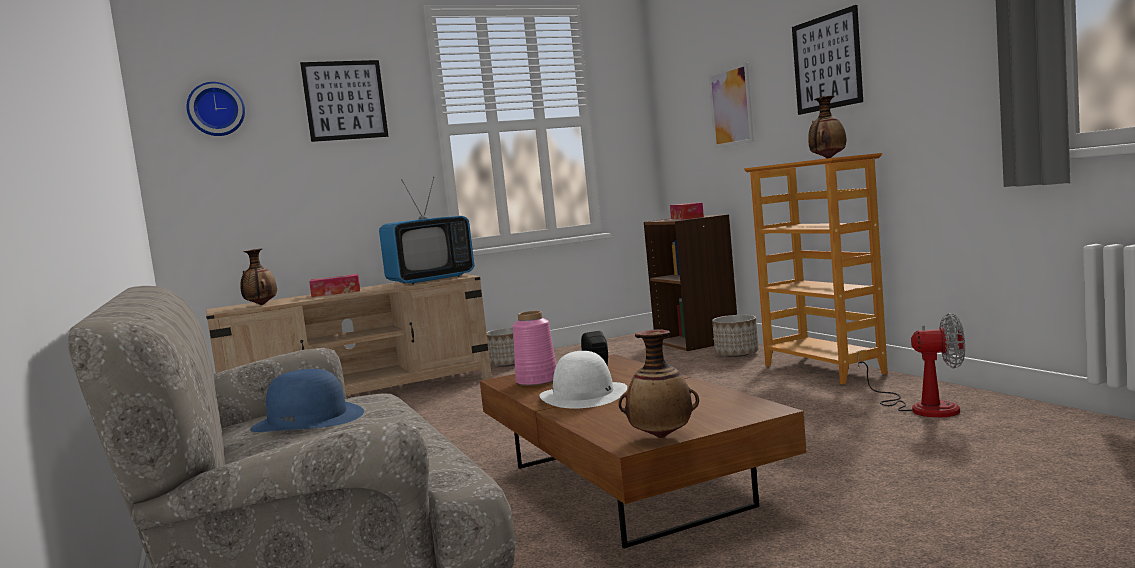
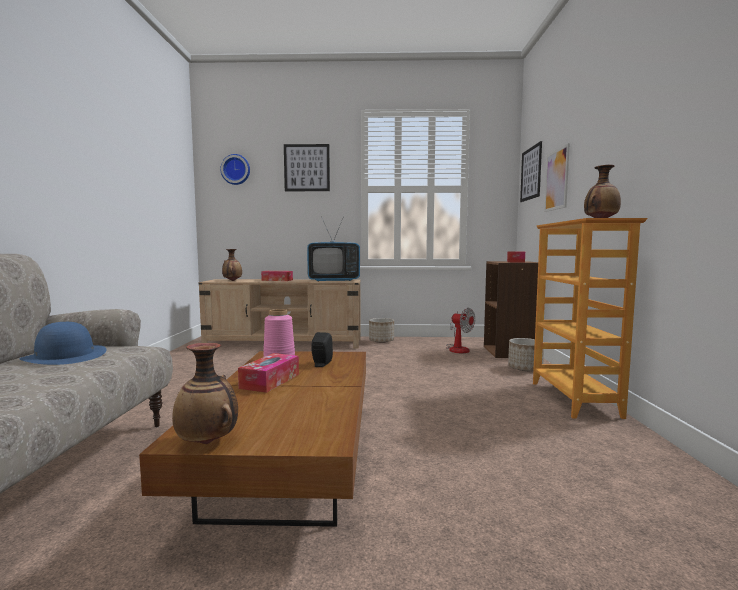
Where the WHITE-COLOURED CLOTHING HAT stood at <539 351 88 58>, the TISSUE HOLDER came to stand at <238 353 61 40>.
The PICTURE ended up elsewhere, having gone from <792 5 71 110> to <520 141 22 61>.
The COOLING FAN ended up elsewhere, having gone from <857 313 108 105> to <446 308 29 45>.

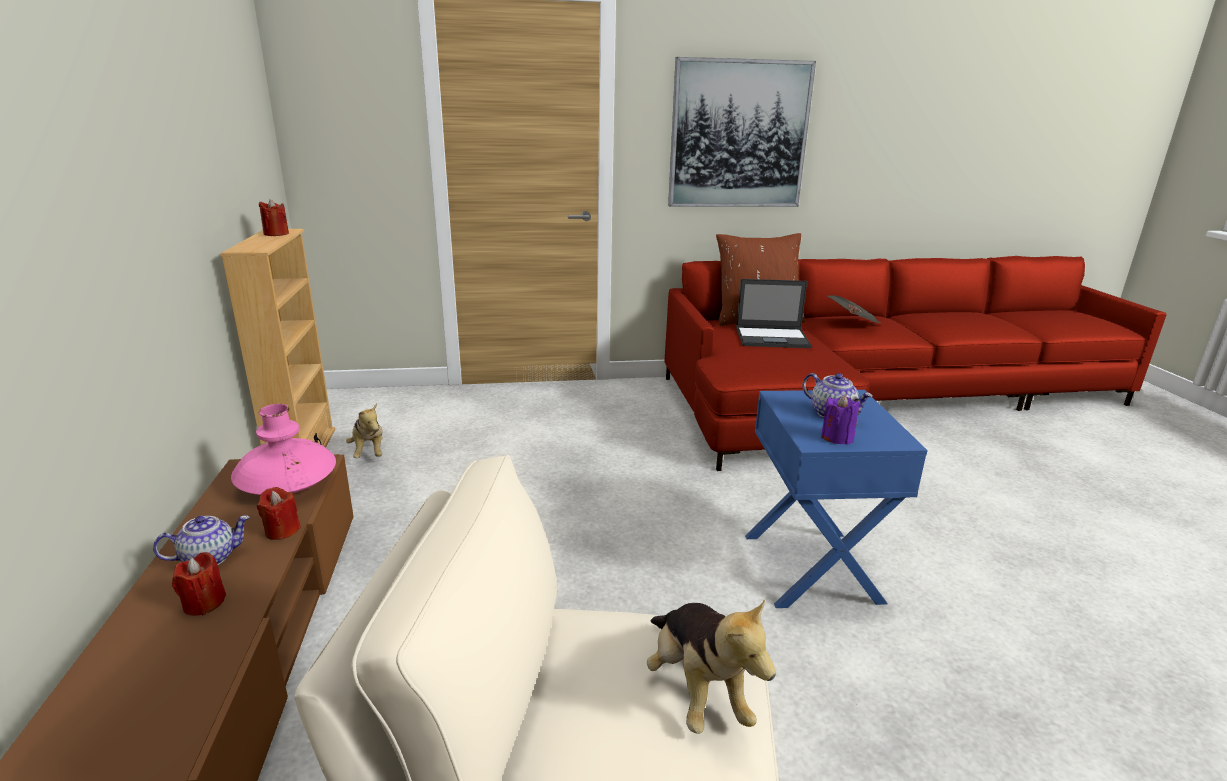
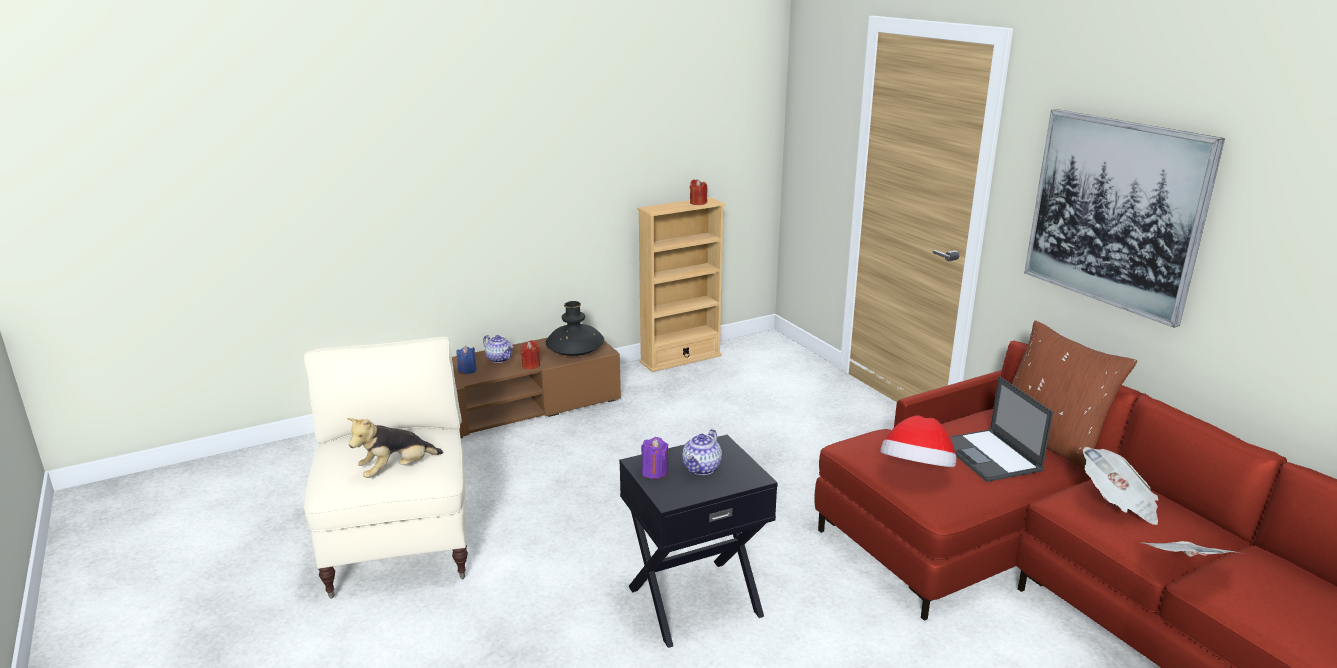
What was the RED CANDLE at <172 552 54 64> turned into the BLUE-COLOURED CANDLE at <456 346 21 28>.
What was the PINK-COLOURED FLOWER VASE at <231 404 105 91> turned into the BLACK-COLOURED FLOWER VASE at <546 301 58 55>.
The second view lost the CUDDLY TOY at <346 403 37 55>.
What was the BLUE-COLOURED SIDE TABLE at <745 390 183 218> turned into the BLACK-COLOURED SIDE TABLE at <619 435 159 213>.
The second view gained the CLOTHING HAT at <880 415 76 52>.
The second view gained the PRINTED PAPER at <1141 541 103 16>.

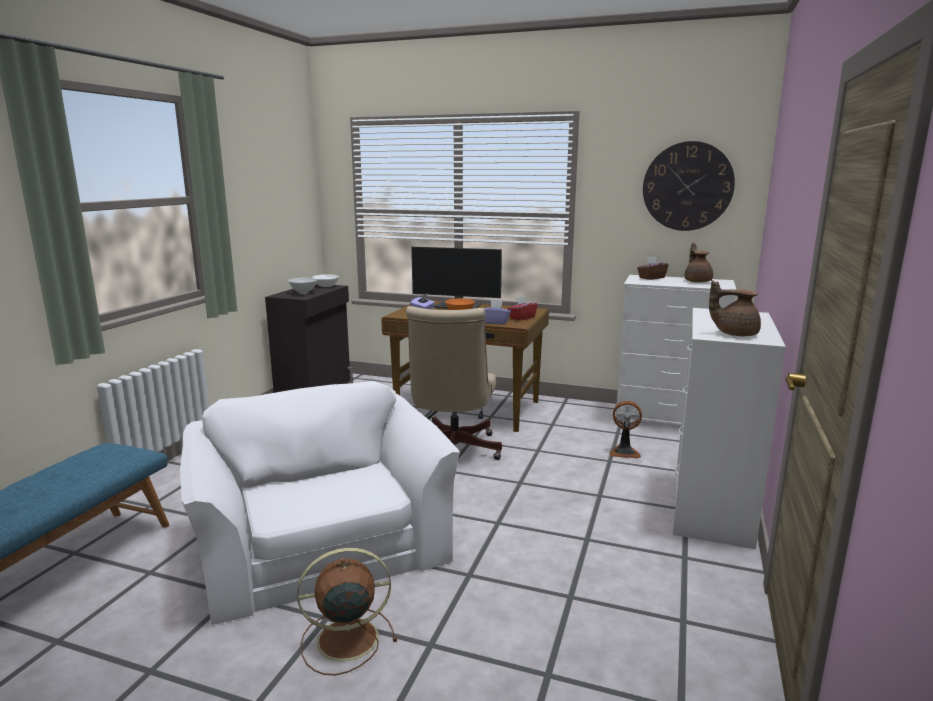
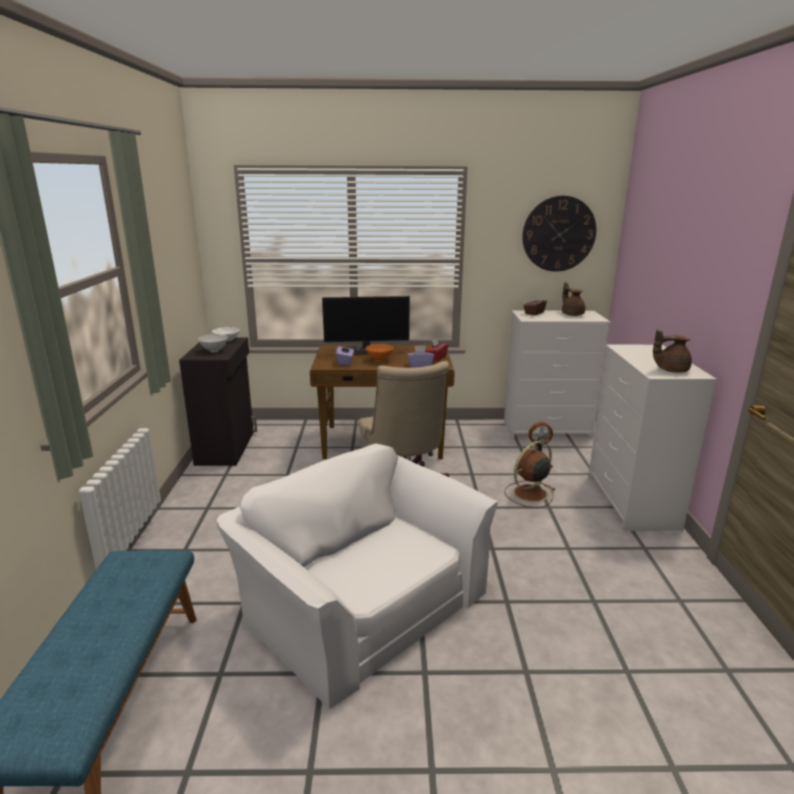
The BROWNISH COOLING FAN ended up elsewhere, having gone from <297 548 100 127> to <504 441 52 67>.

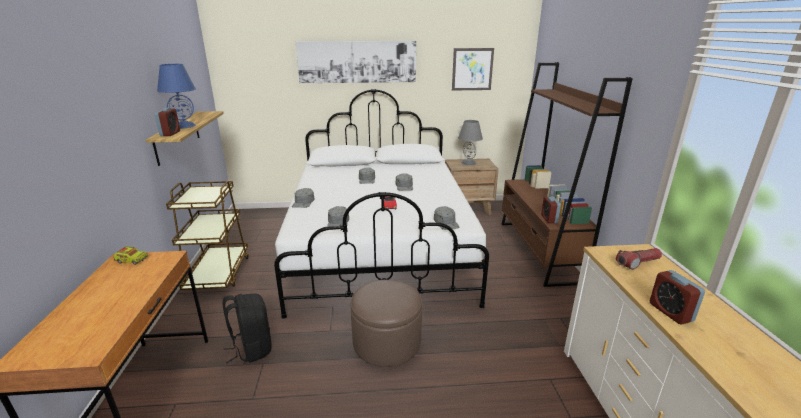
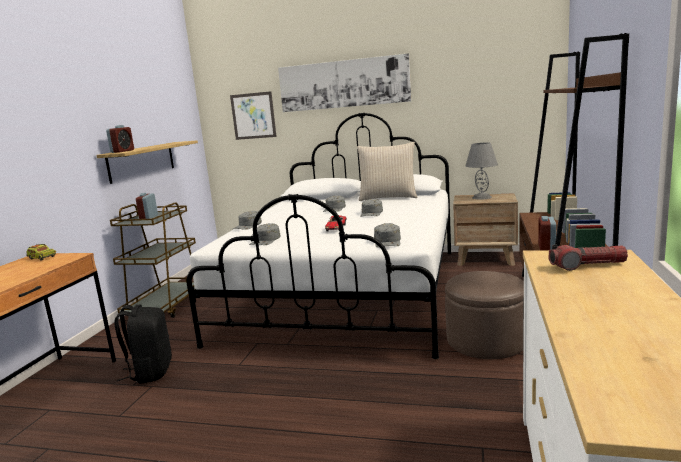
The second view lost the BLUE-COLOURED LAMP FOR A TABLE at <157 64 39 65>.
The BROWNISH FOOTREST ended up elsewhere, having gone from <351 280 71 87> to <445 271 79 88>.
The PICTURE ended up elsewhere, having gone from <452 48 42 42> to <230 91 47 49>.
The TABLE CLOCK ended up elsewhere, having gone from <650 270 55 55> to <136 193 22 26>.
The second view gained the SAND-COLOURED THROW PILLOW at <357 142 61 59>.

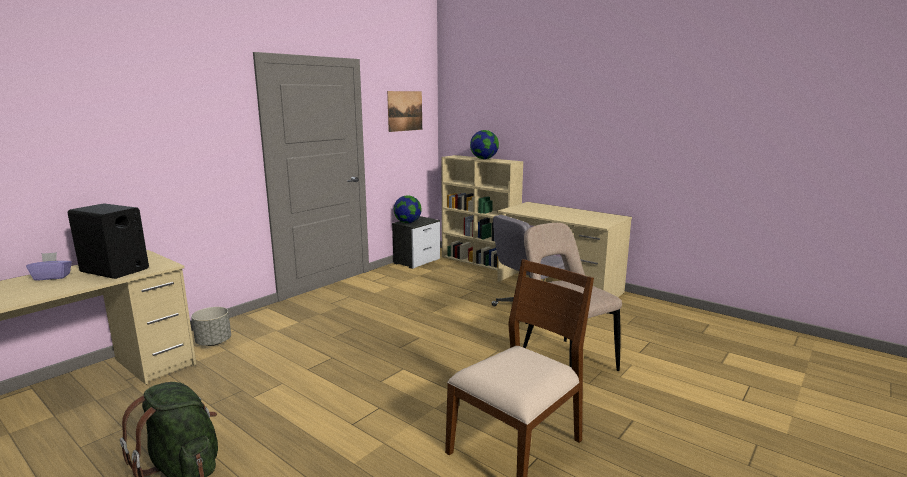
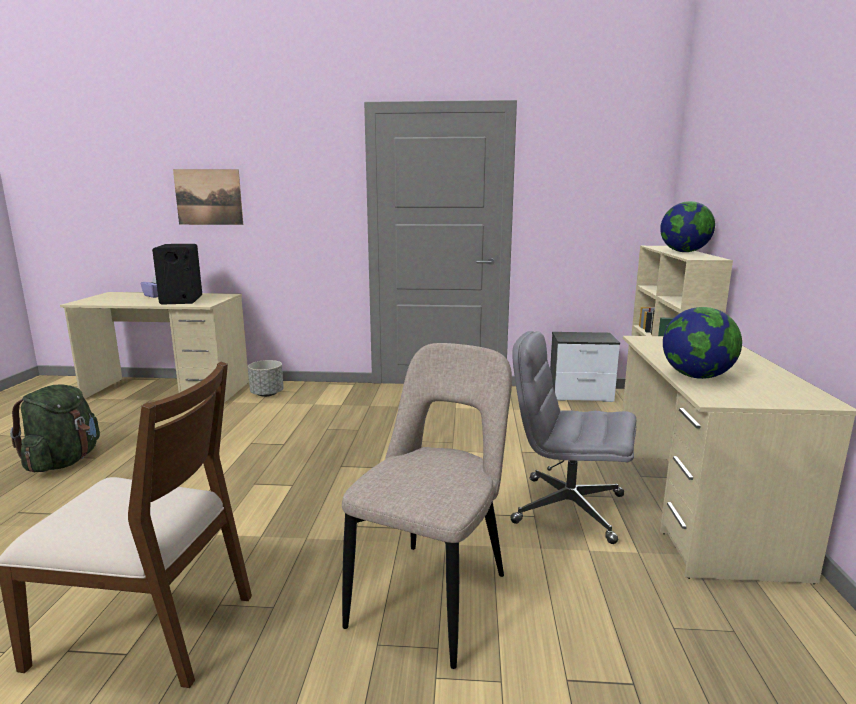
The PICTURE ended up elsewhere, having gone from <387 91 35 41> to <173 169 70 56>.
The DESK GLOBE ended up elsewhere, having gone from <394 195 28 28> to <663 307 79 72>.

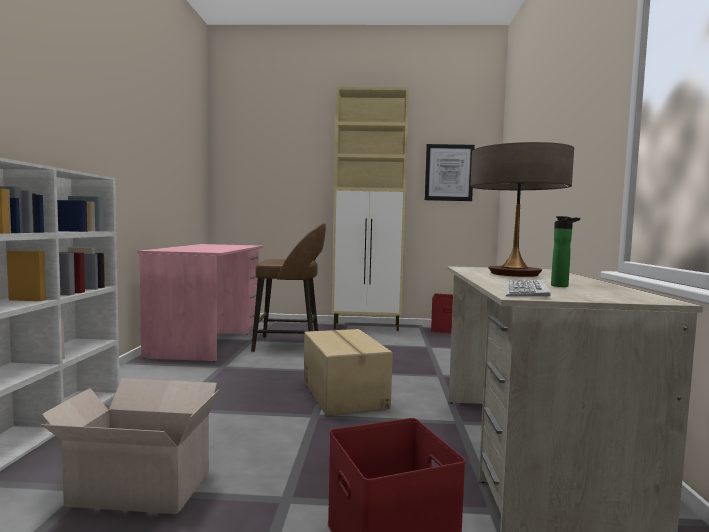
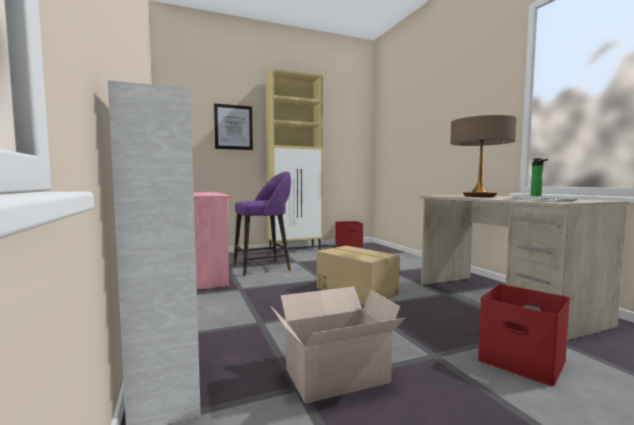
What was the BROWNISH SITTING STOOL at <251 223 75 129> turned into the PURPLISH SITTING STOOL at <233 172 58 104>.
The PICTURE ended up elsewhere, having gone from <425 144 50 57> to <214 103 39 47>.

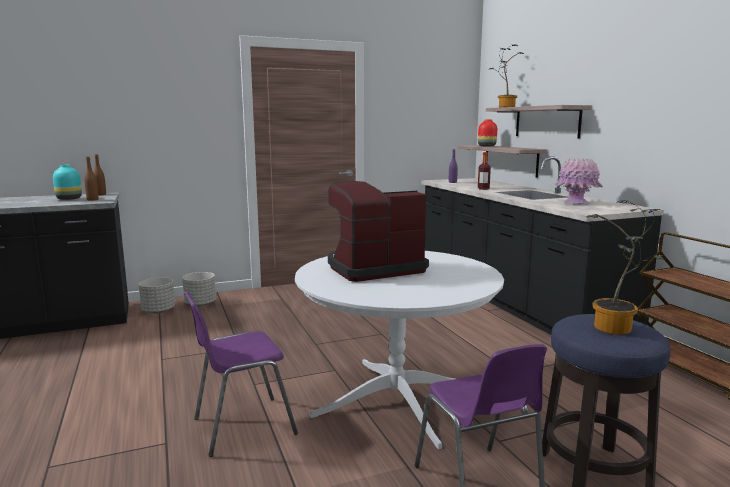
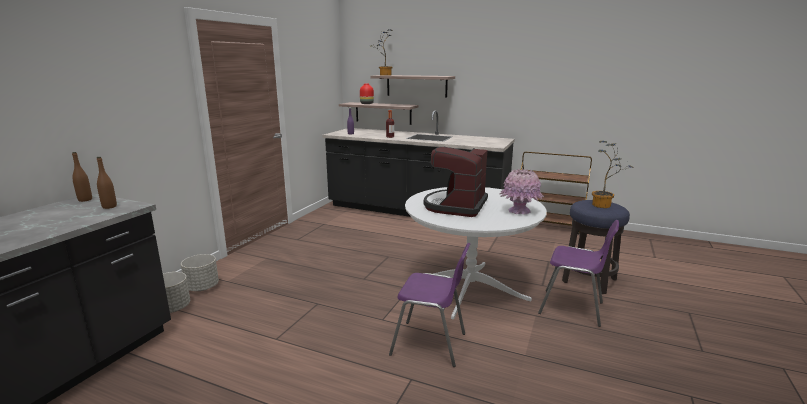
The second view lost the TURQUOISE FLOWER VASE at <53 165 29 35>.
The PURPLISH PLAIN CHAIR at <184 291 114 166> ended up facing another way, 90 degrees counterclockwise from before.
The PINK-COLOURED FLOWER VASE ended up elsewhere, having gone from <554 158 49 46> to <499 169 45 46>.

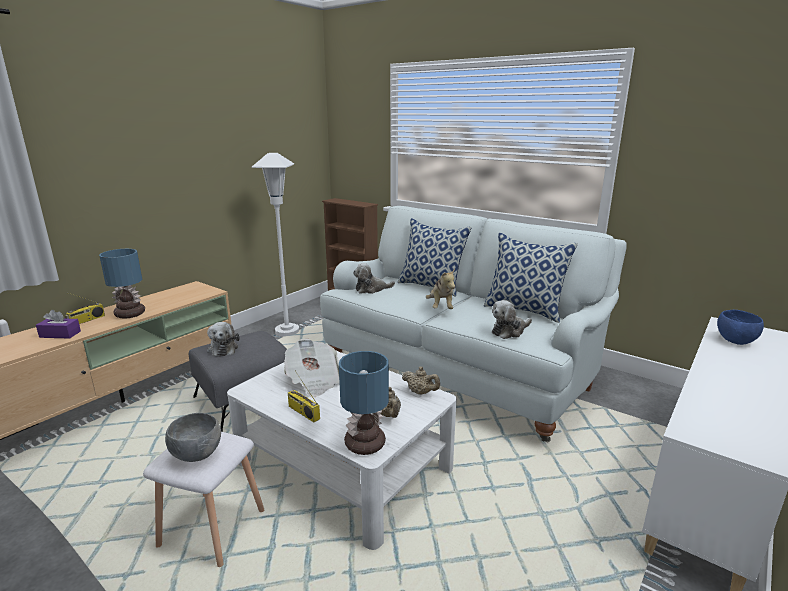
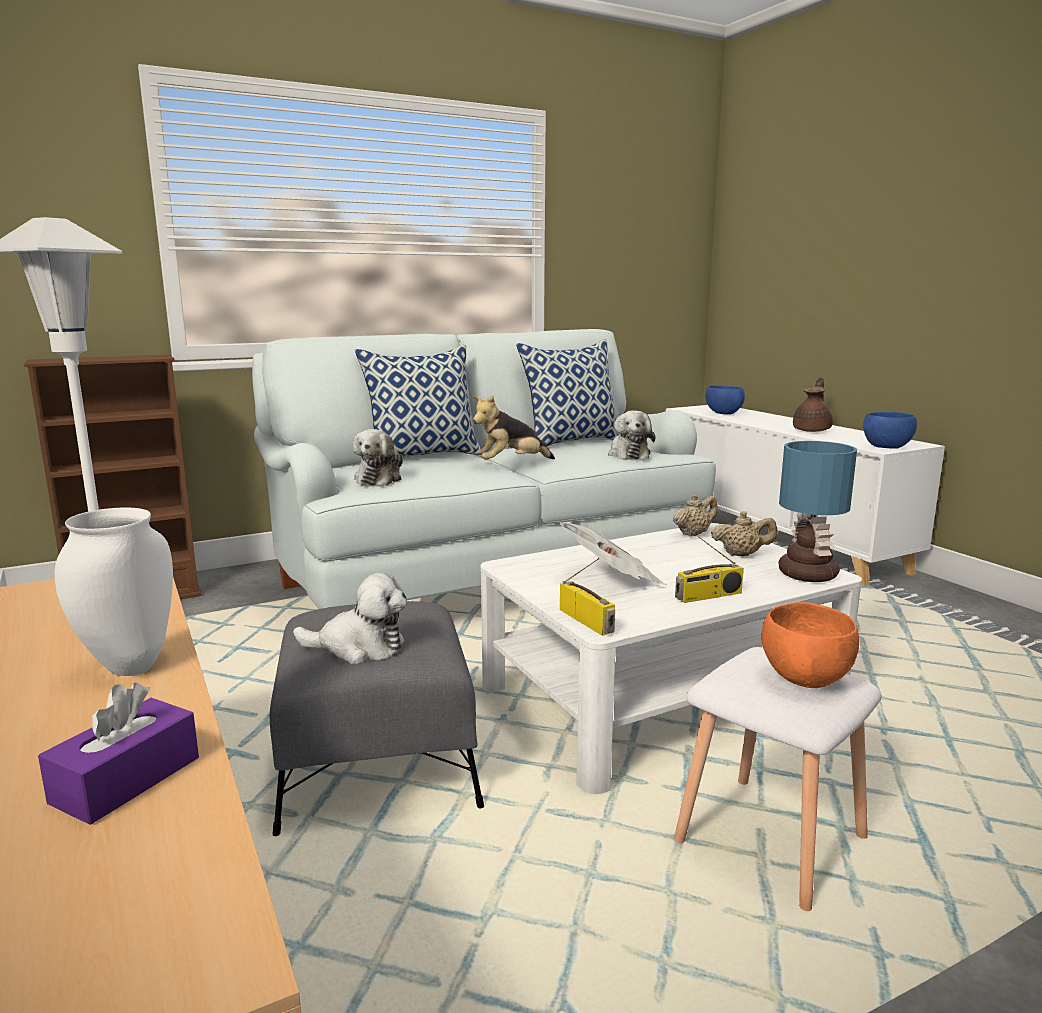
The RADIO ended up elsewhere, having gone from <65 293 40 31> to <560 558 55 78>.
Where the LAMP FOR A TABLE stood at <99 249 46 69>, the WHITE-COLOURED FLOWER VASE came to stand at <55 507 118 169>.
What was the GREY SERVING BOWL at <165 413 56 49> turned into the ORANGE SERVING BOWL at <761 602 98 86>.
The CUDDLY TOY at <426 269 29 40> ended up facing another way, 135 degrees clockwise from before.
The second view gained the BROWNISH POT FOR TEA at <793 377 40 55>.
The second view gained the BLUE-COLOURED SERVING BOWL at <863 412 54 37>.

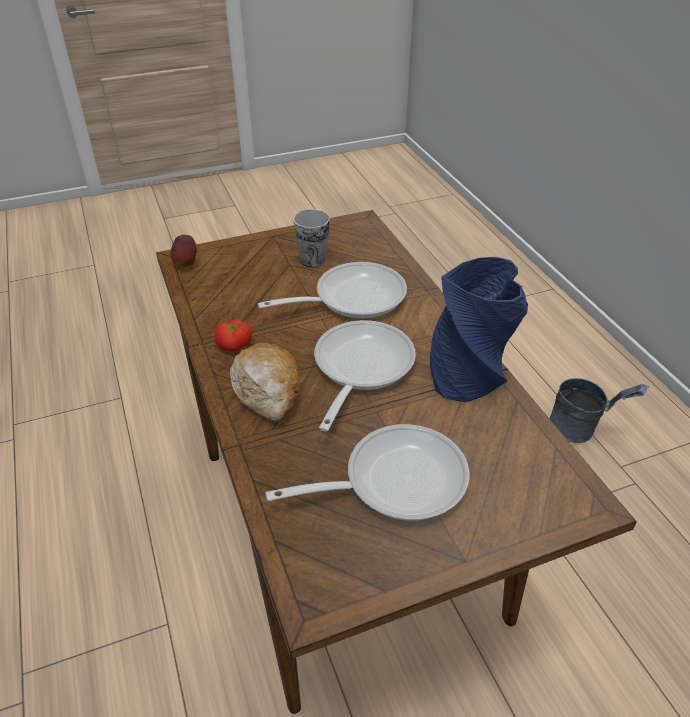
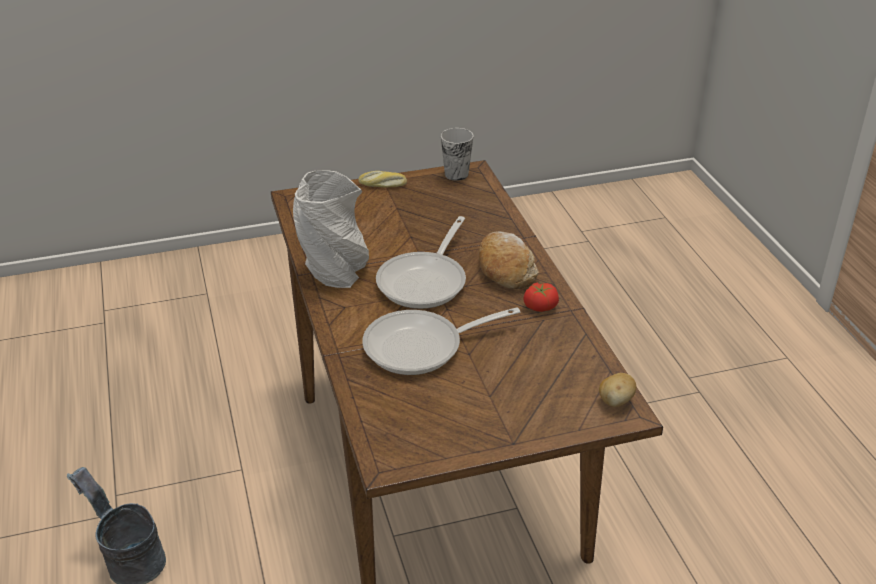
Where the APPLE stood at <170 235 27 34>, the SPUD came to stand at <599 373 37 34>.
The second view lost the SKILLET at <265 424 205 97>.
The SMALL CUP ended up elsewhere, having gone from <293 209 37 59> to <441 128 33 53>.
What was the BLUE-COLOURED FLOWER VASE at <430 257 98 145> turned into the GREY FLOWER VASE at <293 170 76 118>.
The second view gained the BAKERY BREAD at <358 171 49 17>.

